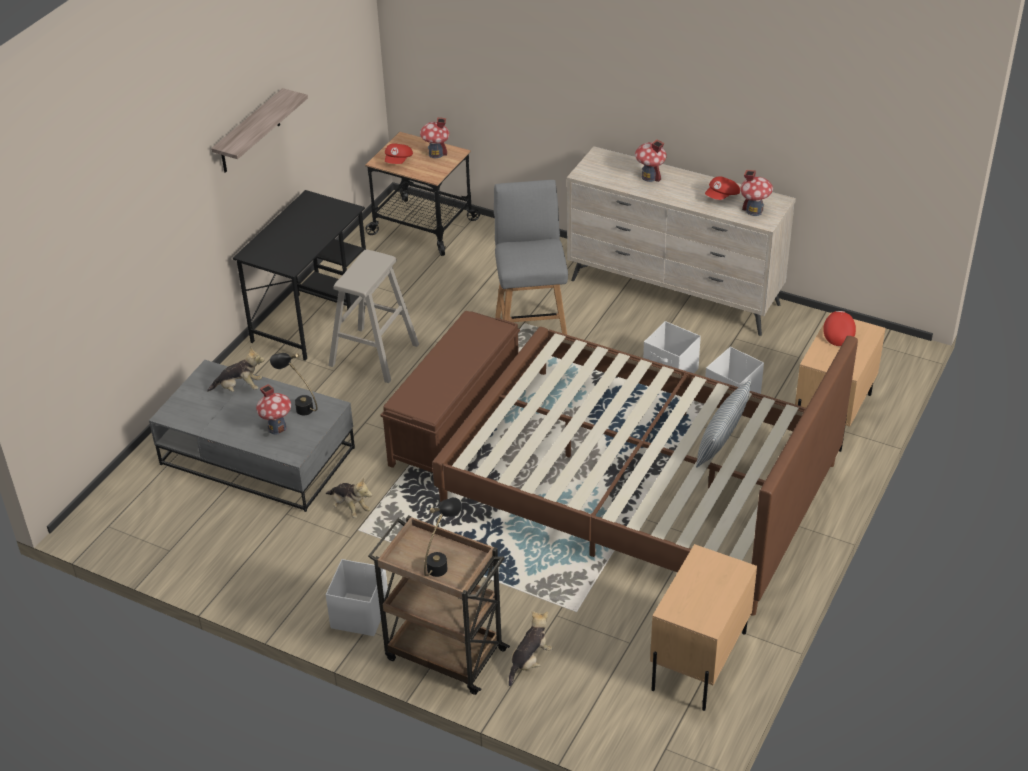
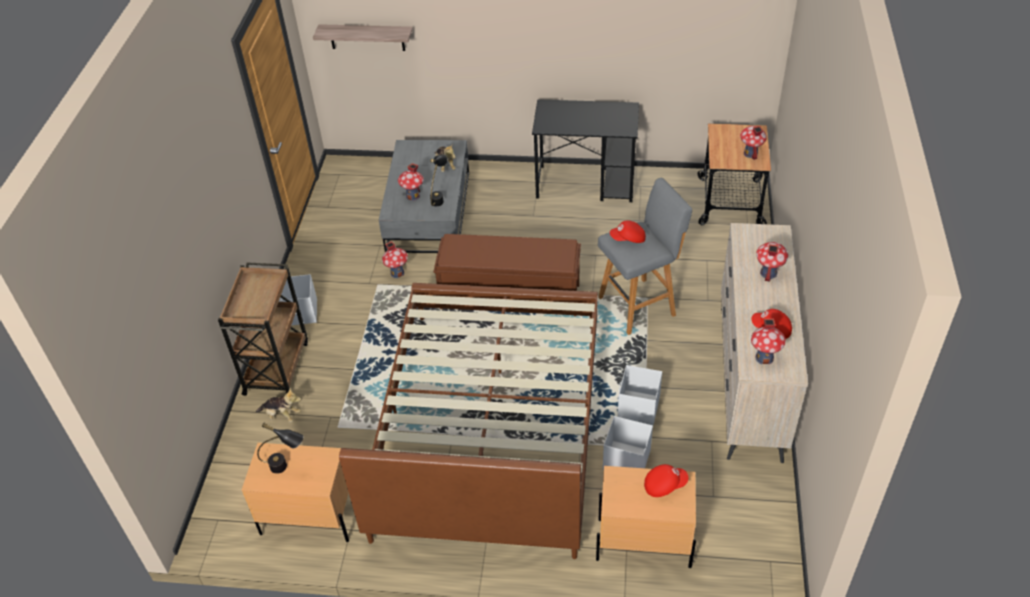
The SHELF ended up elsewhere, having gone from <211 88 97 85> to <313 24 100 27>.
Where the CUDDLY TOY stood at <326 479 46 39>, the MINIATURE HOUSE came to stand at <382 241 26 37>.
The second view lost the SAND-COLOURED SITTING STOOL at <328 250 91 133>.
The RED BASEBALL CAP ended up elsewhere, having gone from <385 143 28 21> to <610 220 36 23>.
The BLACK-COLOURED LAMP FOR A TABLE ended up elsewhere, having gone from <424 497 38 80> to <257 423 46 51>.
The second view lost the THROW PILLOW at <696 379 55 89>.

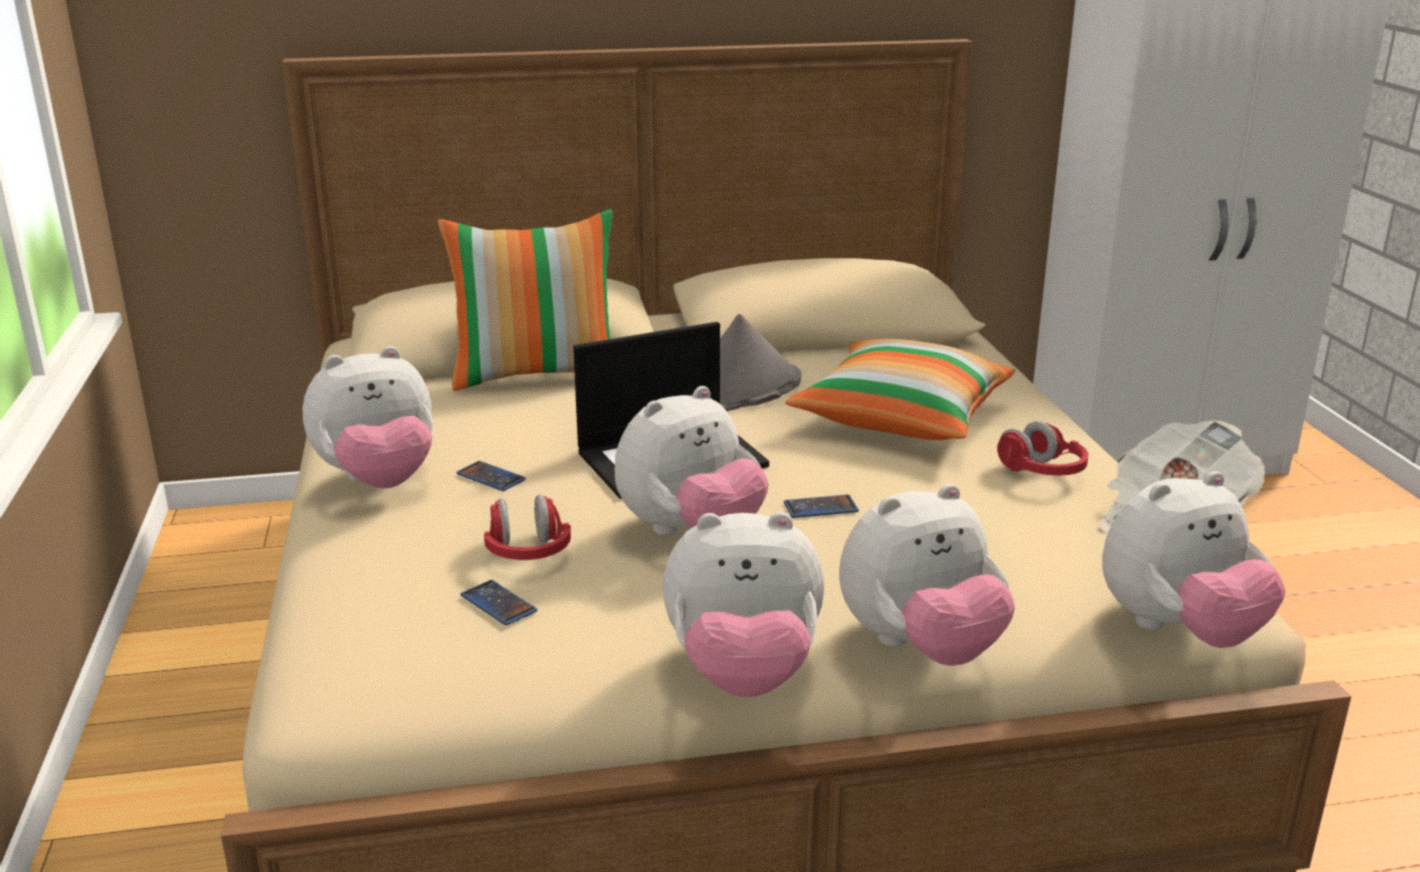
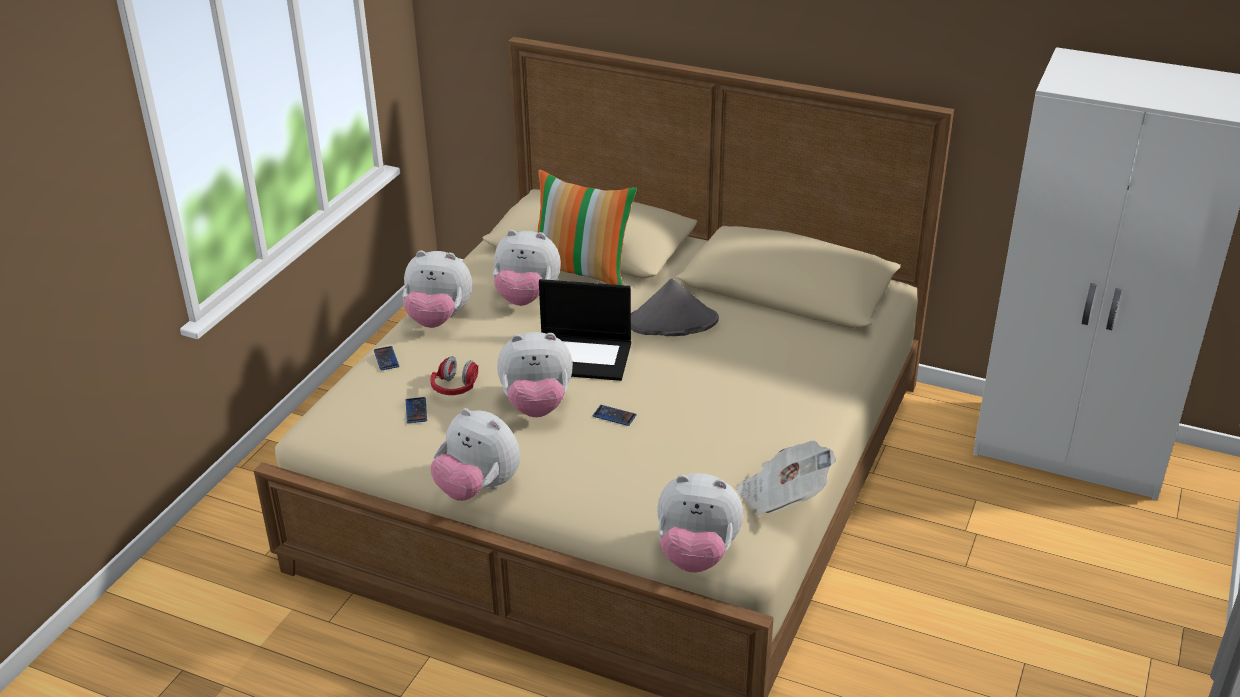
The HANDSET ended up elsewhere, having gone from <456 461 70 30> to <374 346 25 25>.
The second view lost the THROW PILLOW at <785 339 230 101>.
The CUDDLY TOY ended up elsewhere, having gone from <839 484 176 182> to <493 230 68 76>.
The second view lost the RED HEADSET at <997 421 92 55>.

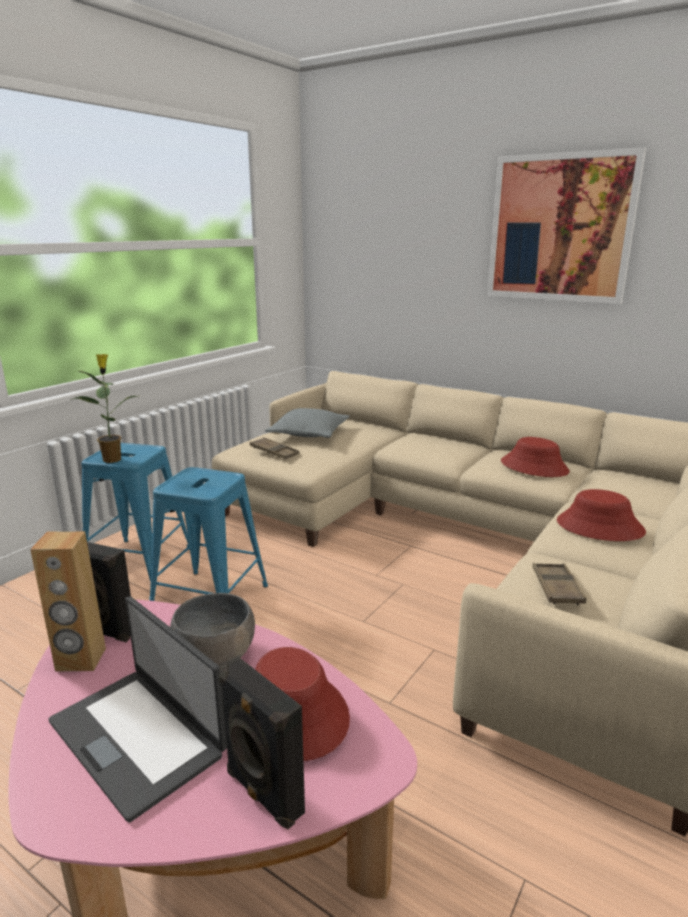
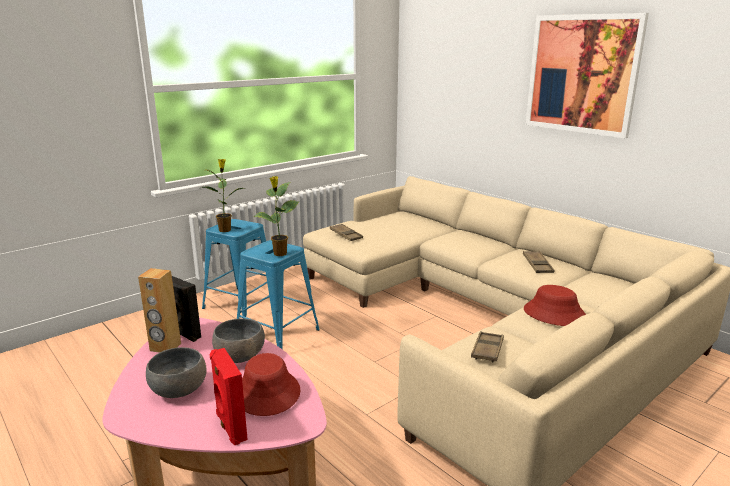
Where the LAPTOP stood at <48 597 179 226>, the GREY SERVING BOWL came to stand at <146 347 61 51>.
What was the BLACK-COLOURED AUDIO SPEAKER at <219 658 86 171> turned into the RED AUDIO SPEAKER at <210 348 38 97>.
The second view lost the GREY THROW PILLOW at <265 408 85 30>.
Where the RED CLOTHING HAT stood at <501 437 69 40>, the BROWNISH CARRYING TRAY came to stand at <523 251 32 22>.
The second view gained the POTTED PLANT at <253 176 46 80>.

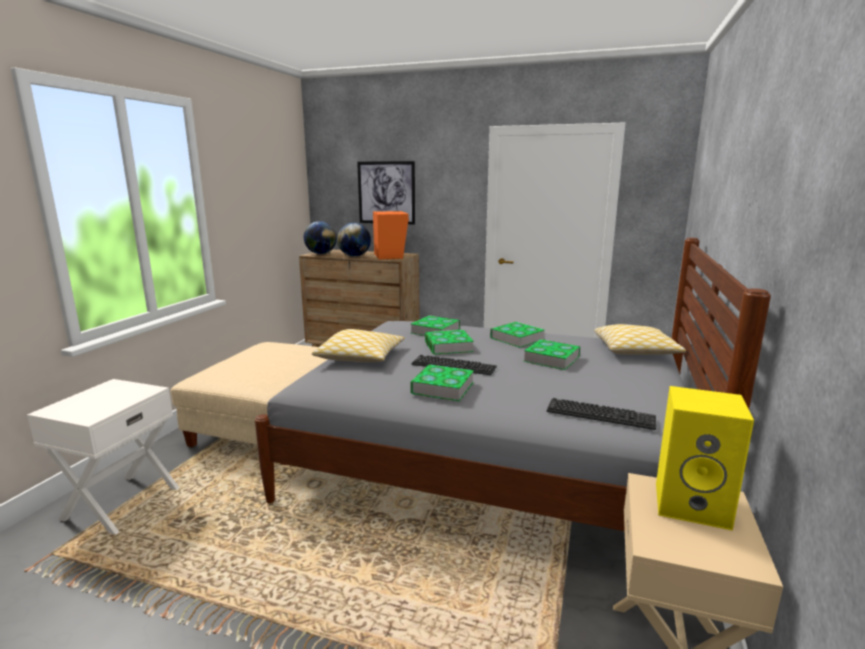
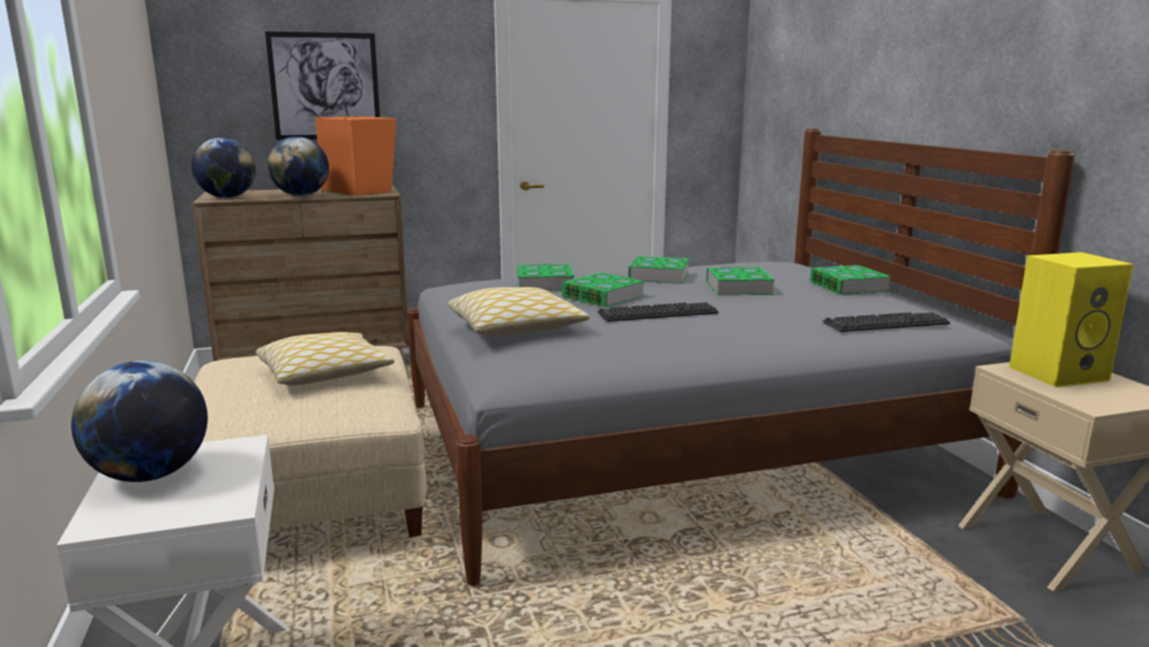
The BOUND BOOK ended up elsewhere, having gone from <410 364 64 37> to <810 265 82 30>.
The THROW PILLOW ended up elsewhere, having gone from <594 324 92 31> to <256 332 139 54>.
The second view gained the DESK GLOBE at <71 361 137 121>.

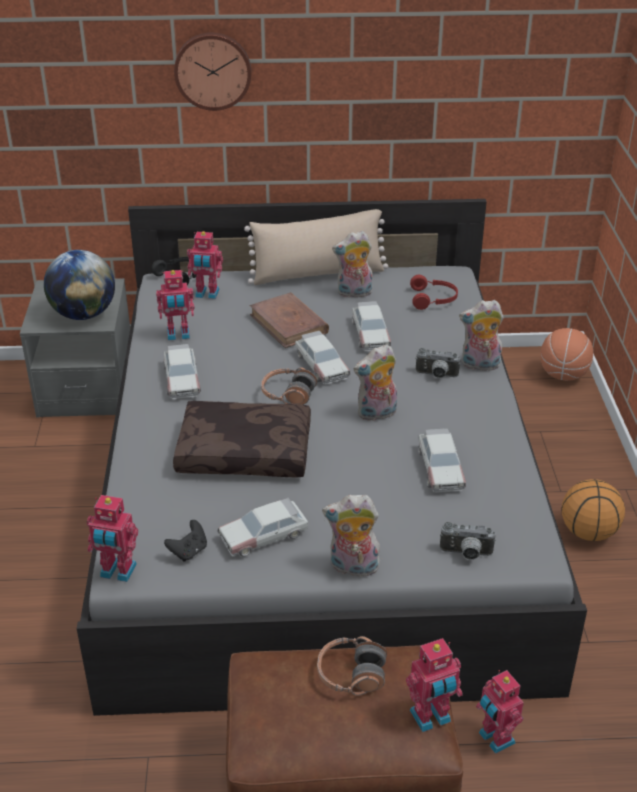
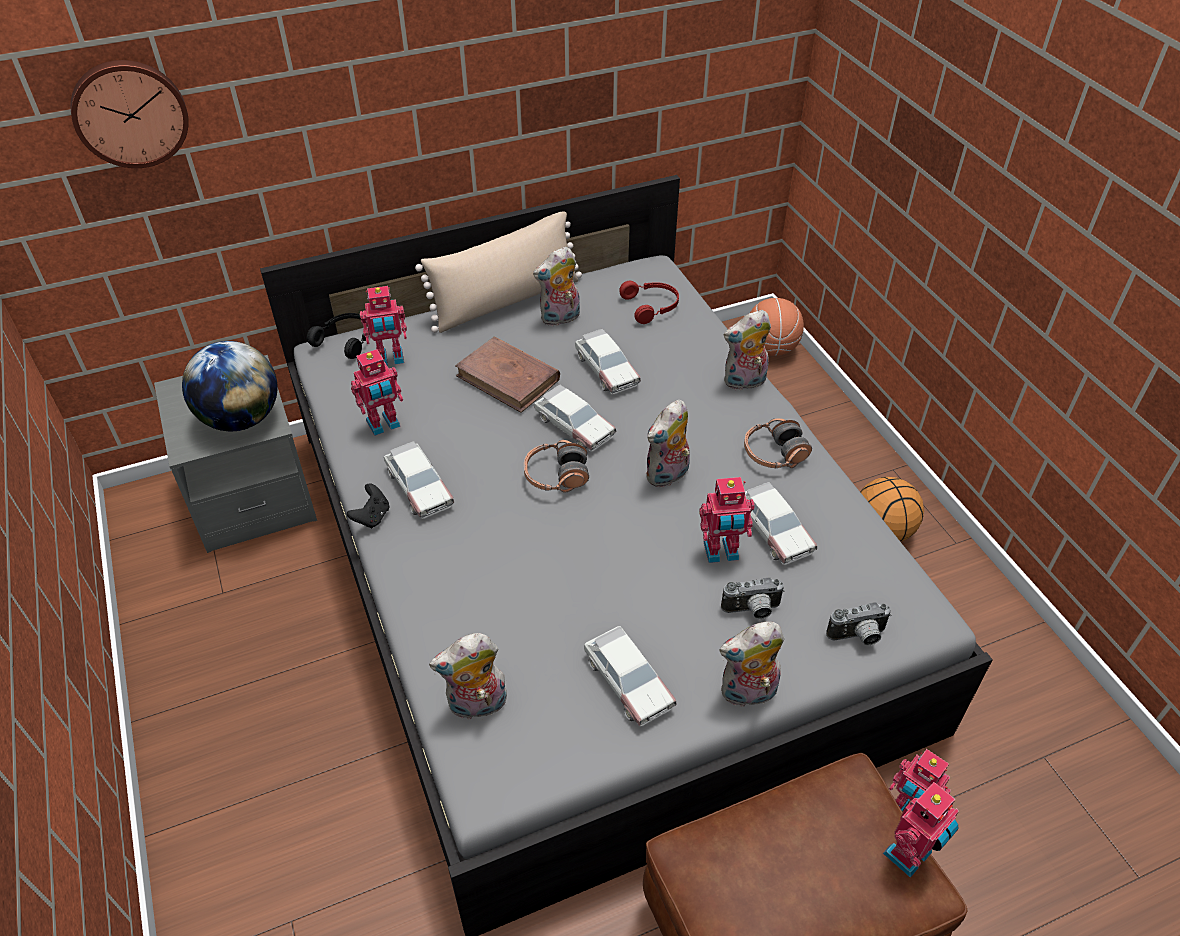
The MODEL ROBOT ended up elsewhere, having gone from <87 495 51 87> to <699 477 56 86>.
The BLACK-COLOURED GAME CONTROLLER ended up elsewhere, having gone from <164 520 43 42> to <347 483 42 45>.
The second view lost the BROWNISH THROW PILLOW at <173 401 138 76>.
The CLOCK ON THE WALL ended up elsewhere, having gone from <174 32 77 79> to <70 60 119 108>.
The MODEL CAR at <218 498 90 59> ended up facing another way, 75 degrees counterclockwise from before.
The HEADSET ended up elsewhere, having gone from <317 636 70 60> to <744 418 68 51>.
The PHOTO CAMERA ended up elsewhere, having gone from <416 348 44 30> to <721 577 64 42>.
The second view gained the CUDDLY TOY at <429 633 78 87>.

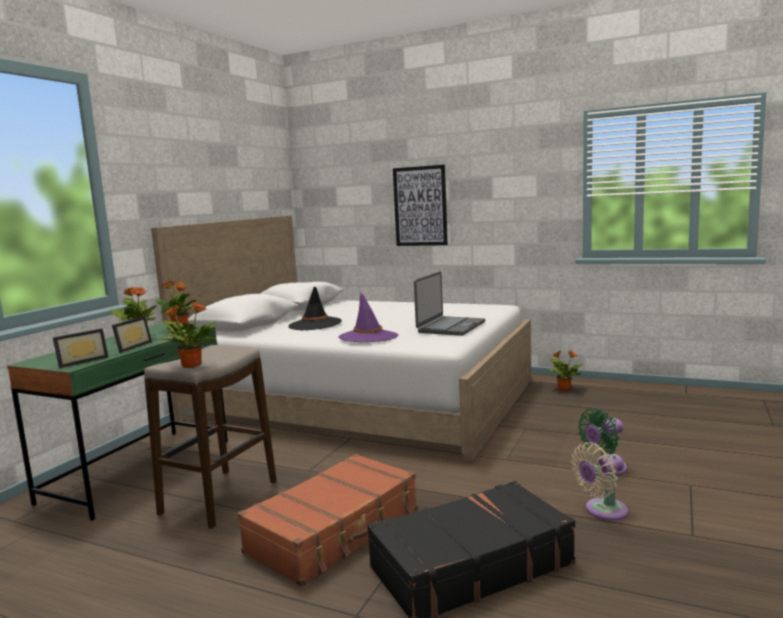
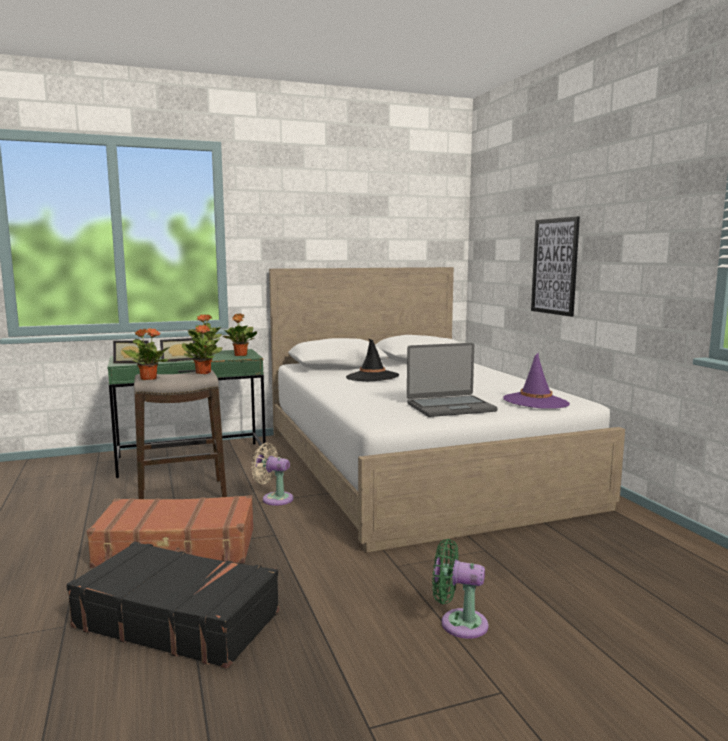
The PURPLISH CLOTHING HAT ended up elsewhere, having gone from <338 292 60 50> to <503 353 67 56>.
The POTTED PLANT ended up elsewhere, having gone from <546 350 37 41> to <182 325 40 49>.
The SAND-COLOURED COOLING FAN ended up elsewhere, having gone from <571 442 57 79> to <251 443 42 63>.

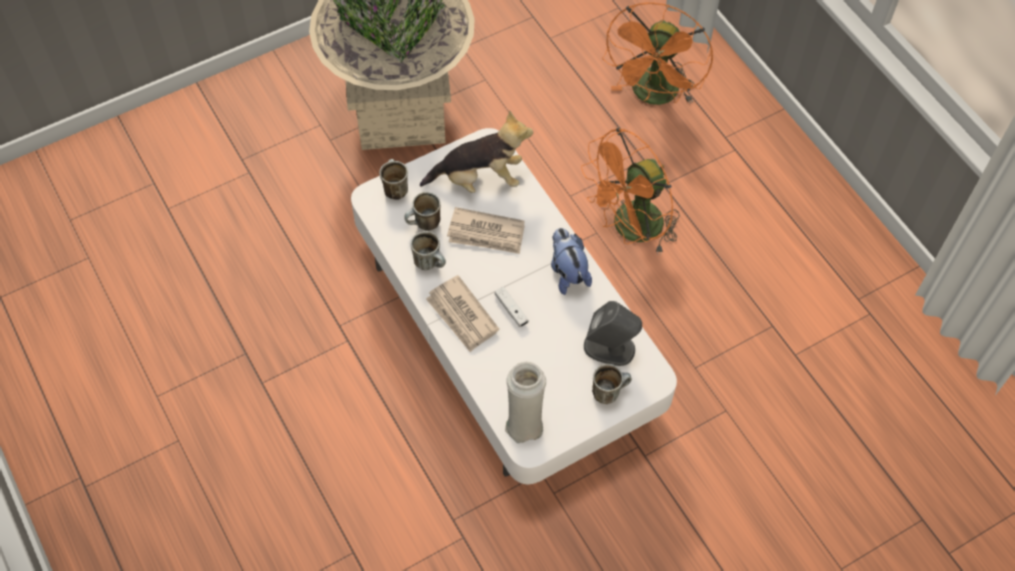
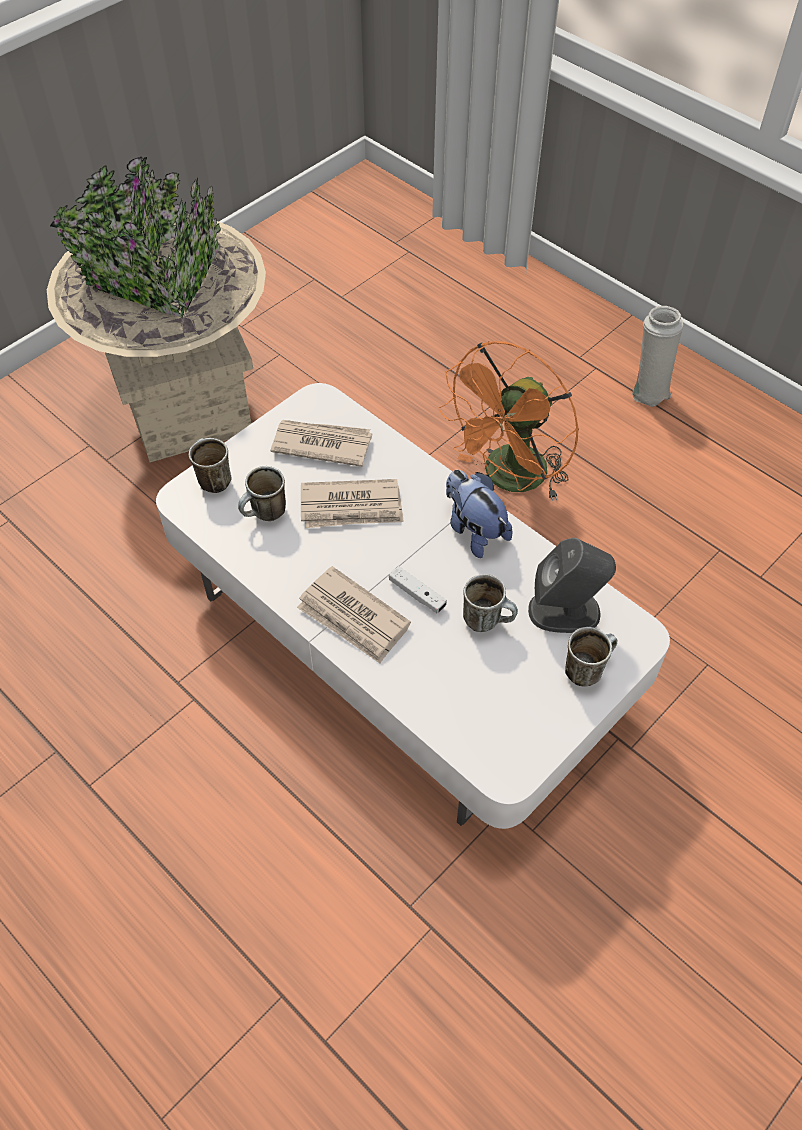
The MUG ended up elsewhere, having gone from <411 231 35 39> to <463 574 55 58>.
Where the CUDDLY TOY stood at <420 110 113 83>, the PRINTED PAPER came to stand at <271 420 101 47>.
The WHITE-COLOURED FLOWER VASE ended up elsewhere, having gone from <505 362 41 81> to <632 306 52 101>.
The second view lost the ORANGE COOLING FAN at <602 2 111 103>.

